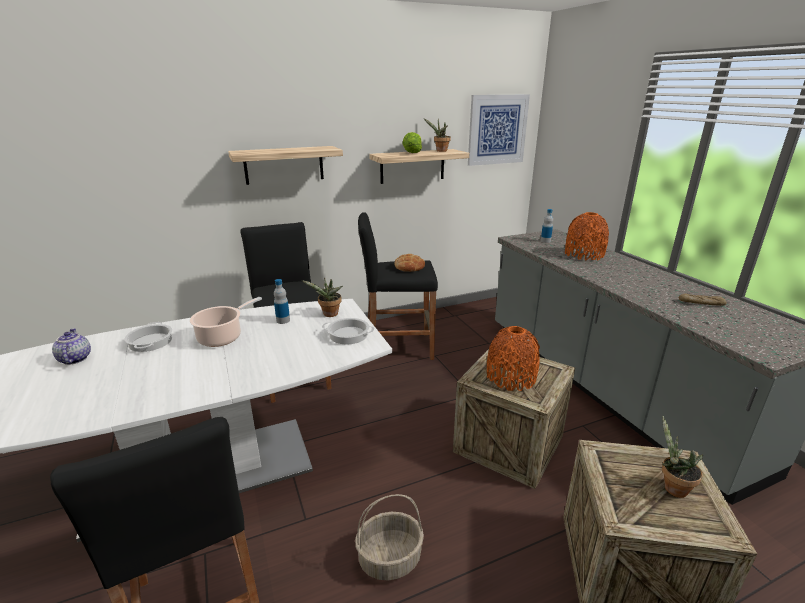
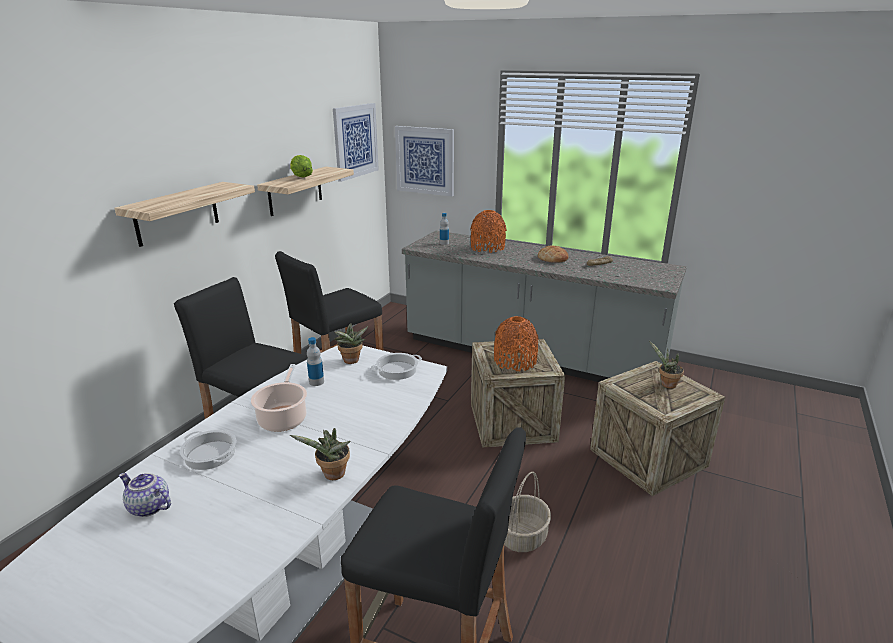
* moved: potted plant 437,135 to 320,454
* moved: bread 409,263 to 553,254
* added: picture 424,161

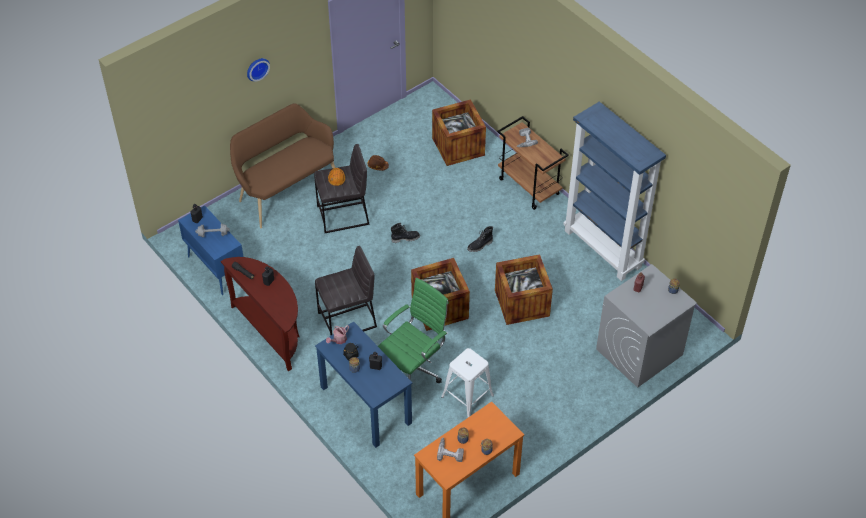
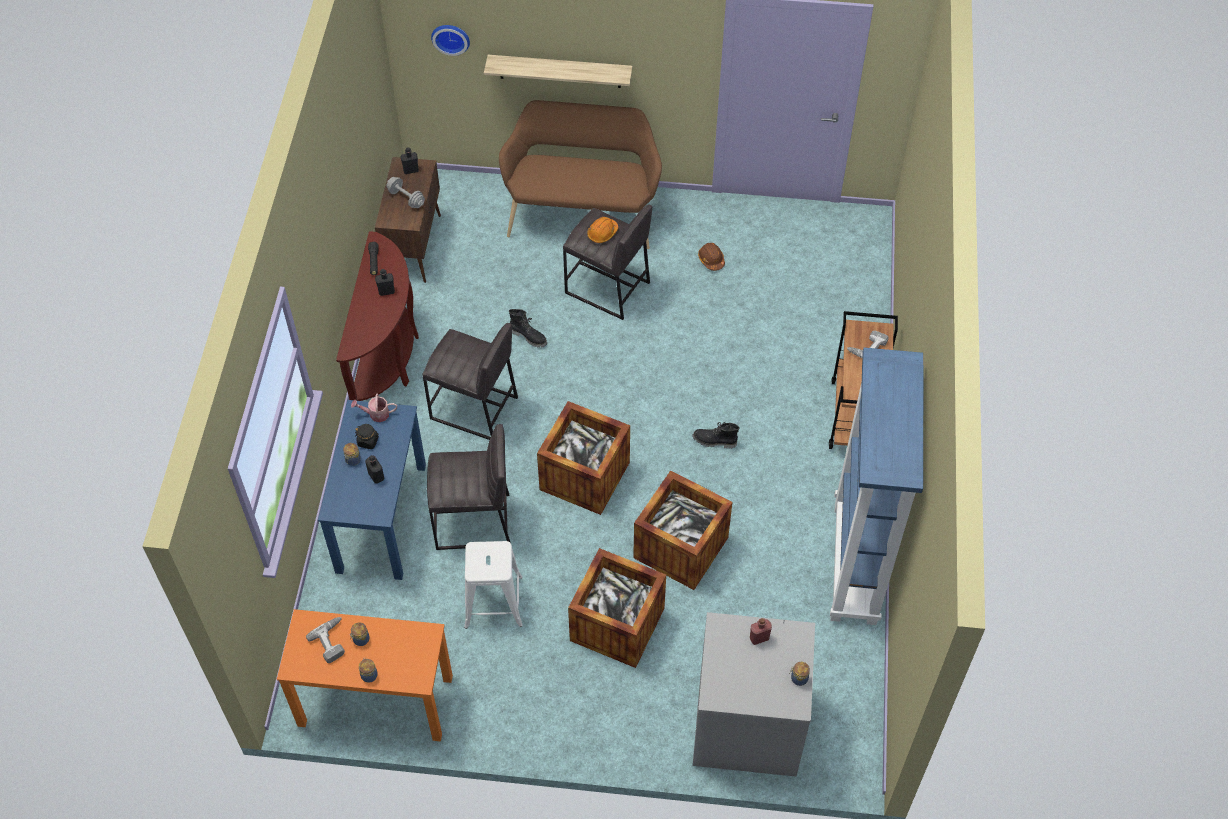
* moved: wall clock 258,69 to 450,40
* moved: crate 459,132 to 617,608
* recoloured: blue cabinet 210,250 to brown cabinet 408,220
* moved: black boot 405,233 to 528,328
* replaced: green office chair 413,330 to grey stool 469,487
* added: shelf 558,71

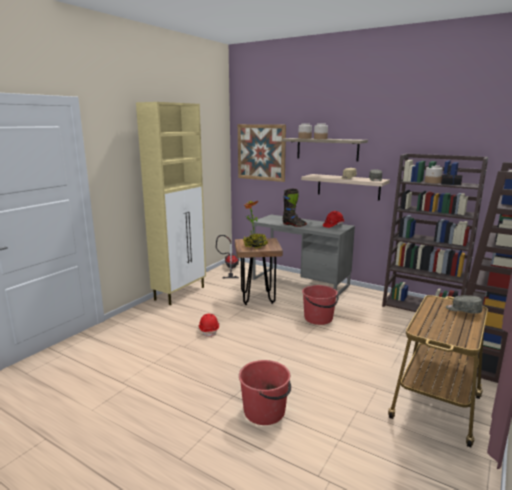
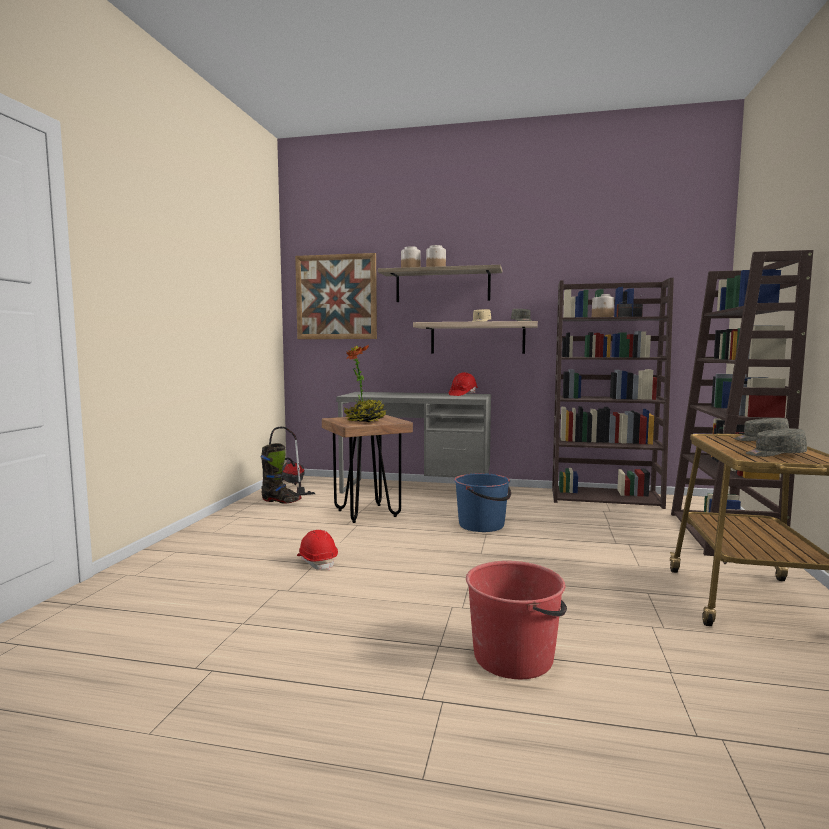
* removed: beige cabinet 171,203
* moved: black boot 295,208 to 281,473
* recoloured: red bucket 320,305 to blue bucket 482,502
* added: grey cap 776,442

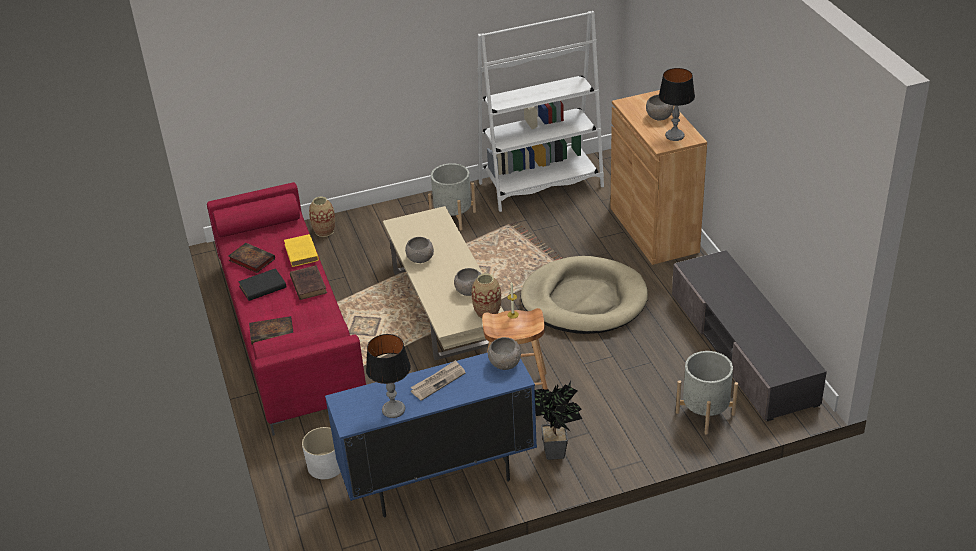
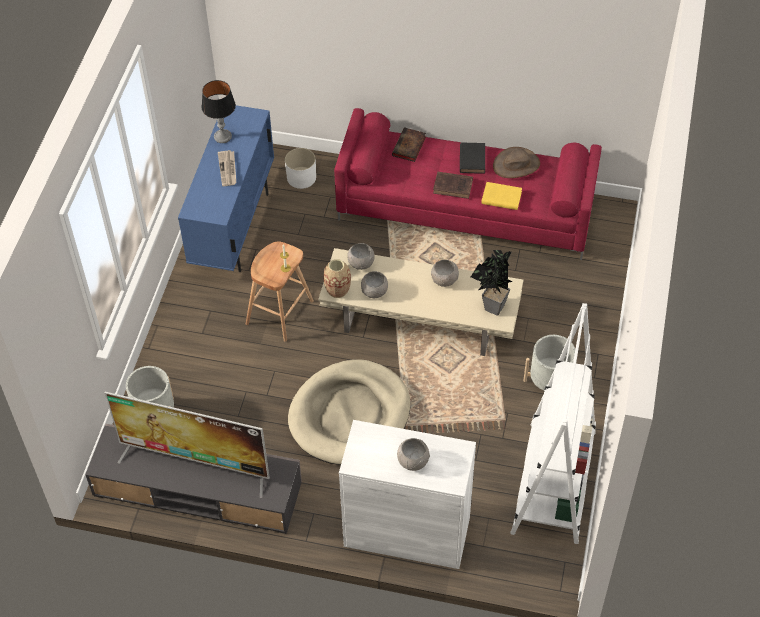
* removed: table lamp 677,104
* recoloured: brown cabinet 659,177 to white cabinet 407,494
* removed: vase 322,217
* replaced: book 251,258 to brown hat 516,162
* moved: grey bowl 504,353 to 361,256
* moved: potted plant 558,420 to 491,283
* added: television 187,445

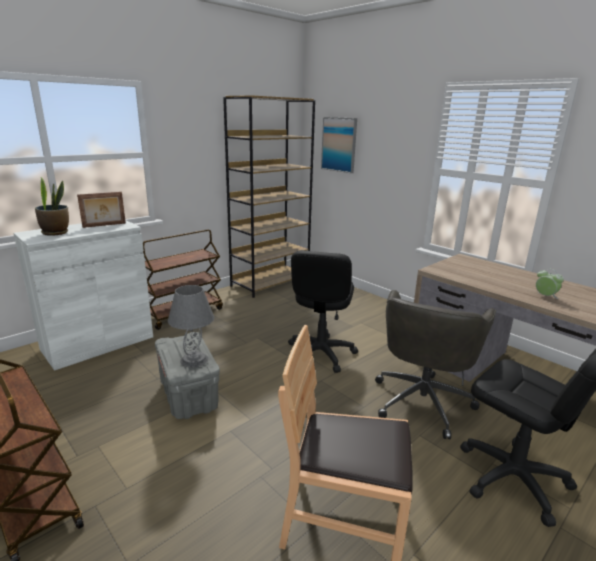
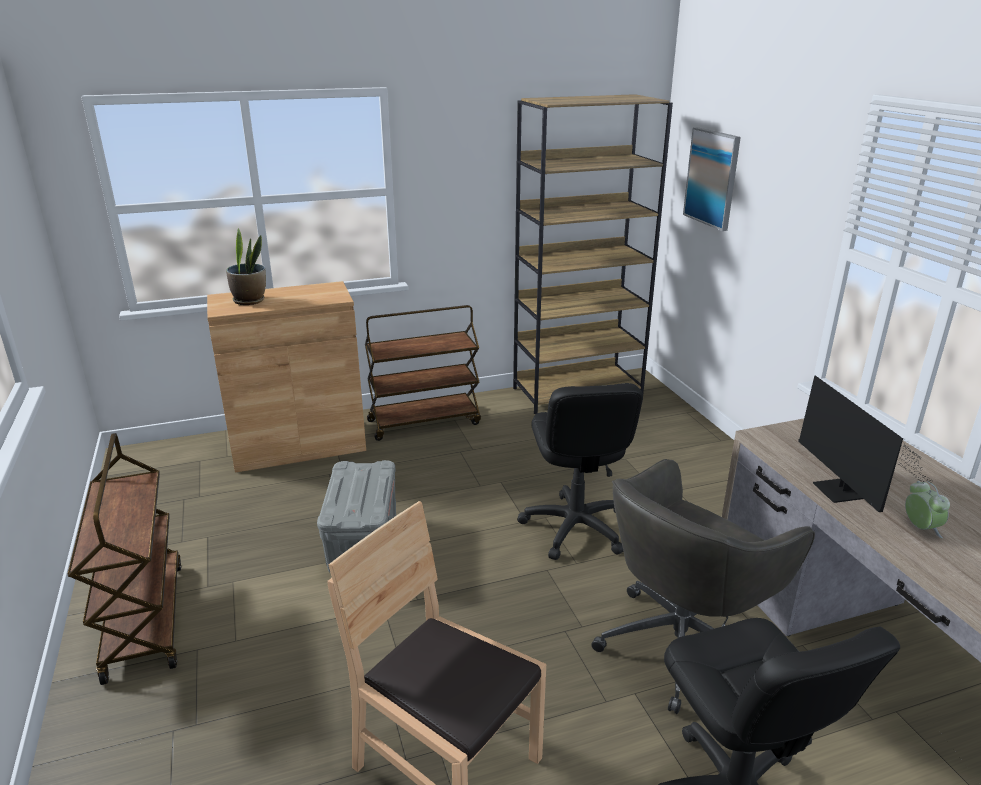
* removed: picture frame 101,210
* recoloured: white cabinet 83,295 to brown cabinet 286,377
* turned: black office chair 323,311 = 580,471 45 degrees counterclockwise
* removed: grey table lamp 191,326
* added: monitor 864,443

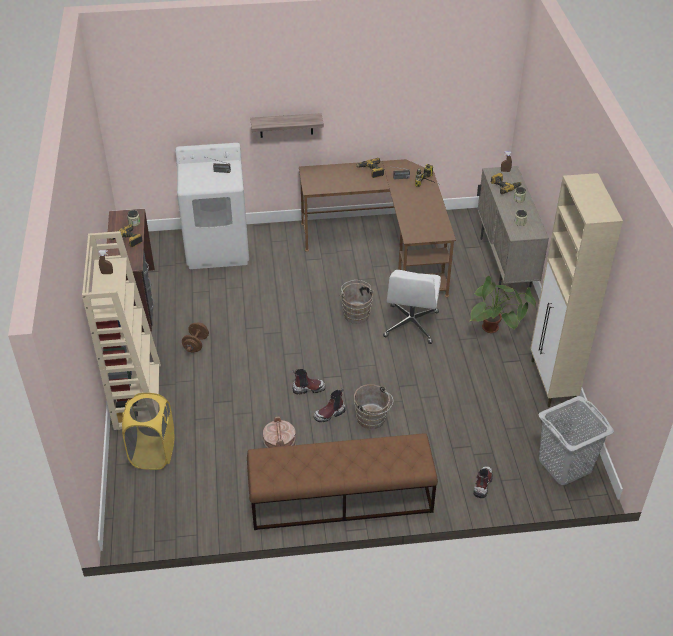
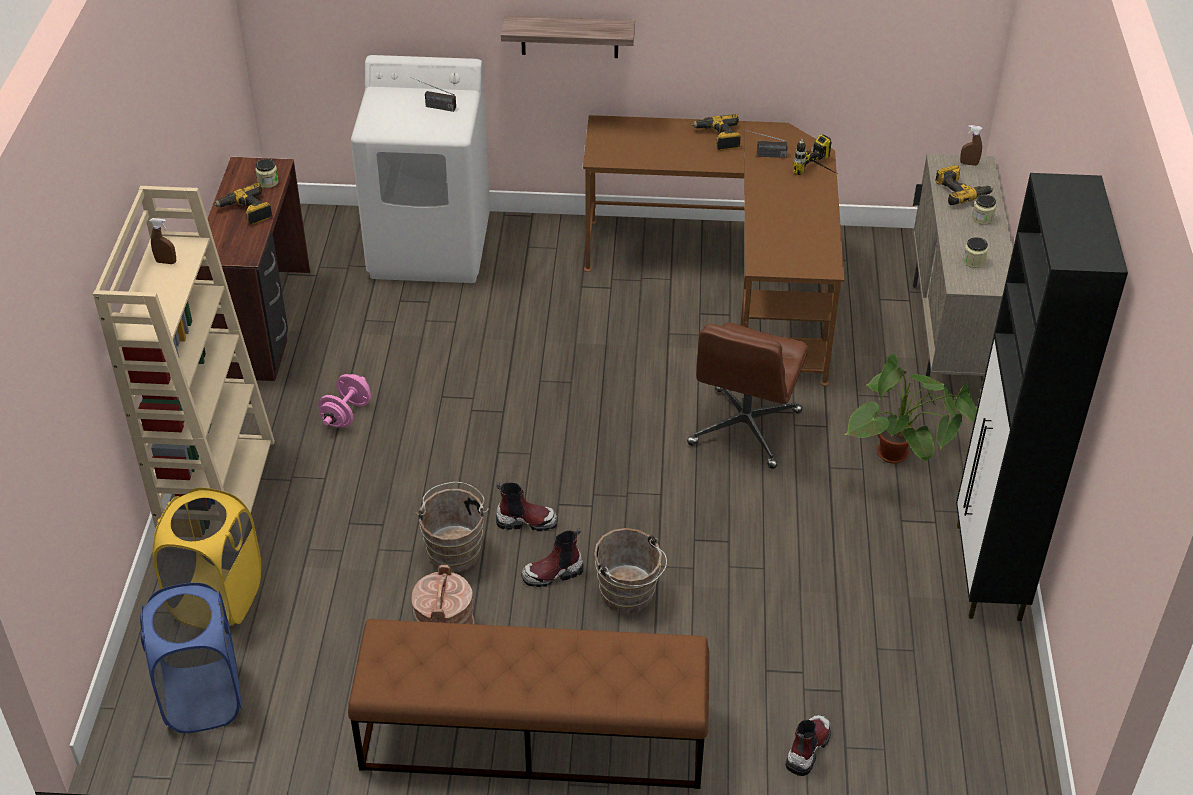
* recoloured: beige cabinet 576,290 to black cabinet 1042,397
* recoloured: white office chair 412,307 to brown office chair 747,396
* moved: brown bucket 357,302 to 452,527
* recoloured: brown dumbbell 195,337 to pink dumbbell 344,400
* removed: grey laundry basket 576,440
* added: blue laundry basket 191,658

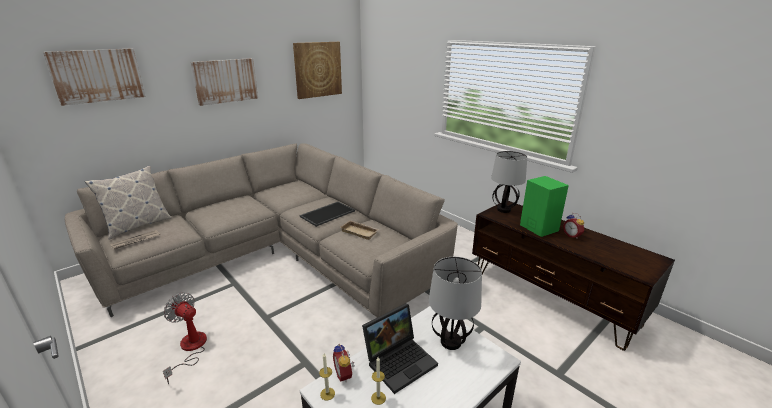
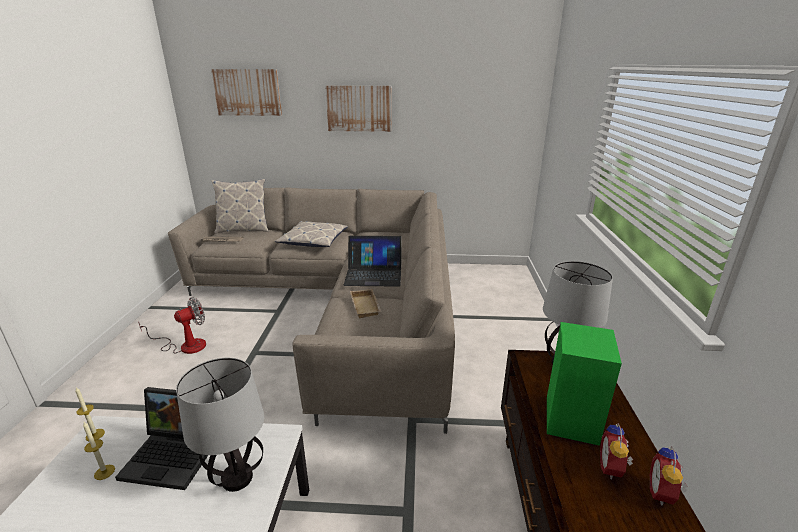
* removed: picture 317,70
* replaced: tray 327,214 to laptop 372,261
* turned: fan 185,338 = 172,325 60 degrees clockwise
* moved: alarm clock 344,363 to 669,476
* added: pillow 311,234

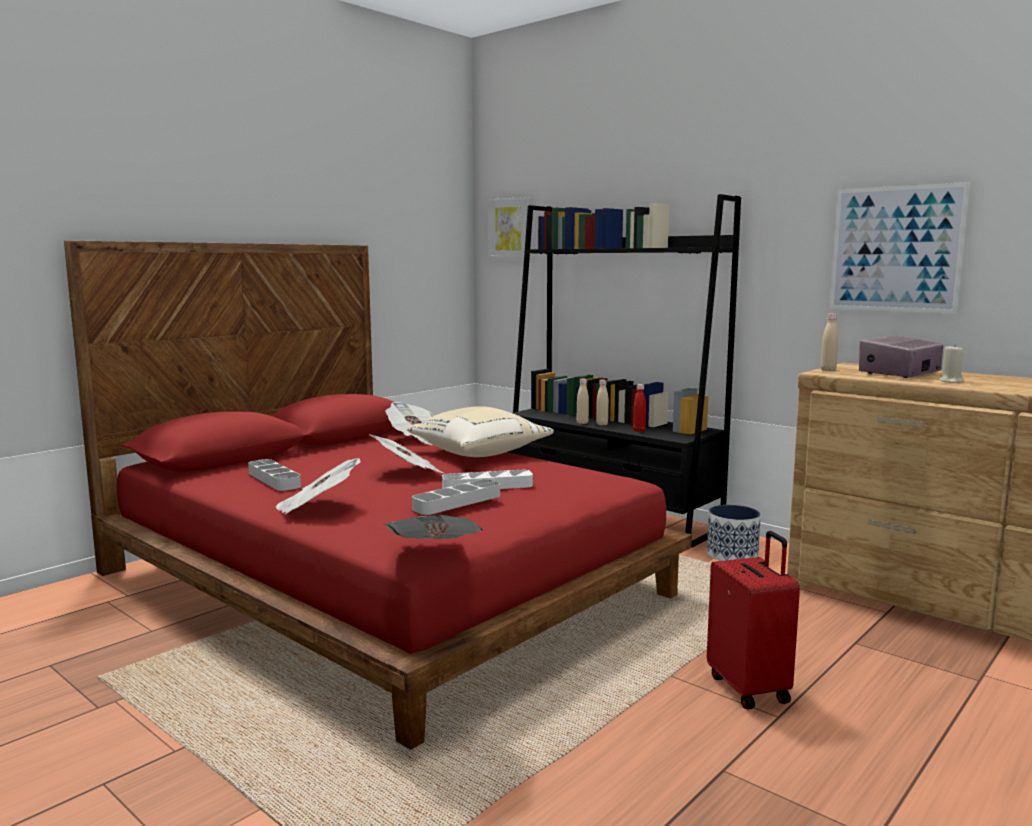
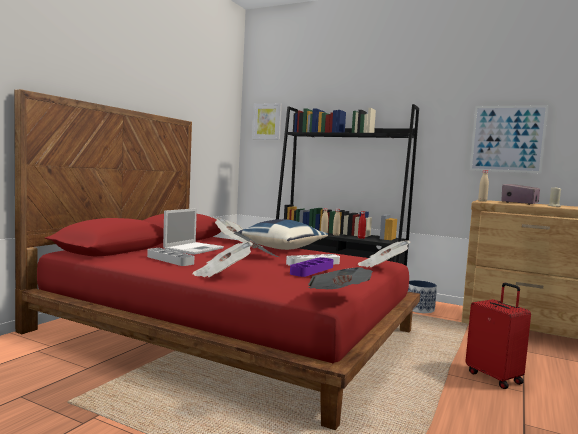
* recoloured: beige pillow 480,431 to blue pillow 283,234
* recoloured: grey tray 456,497 to purple tray 311,267
* added: laptop 193,231
* added: newspaper 384,253

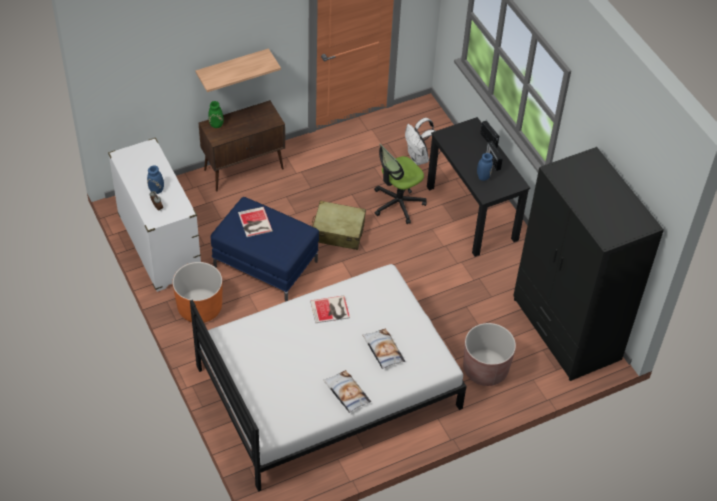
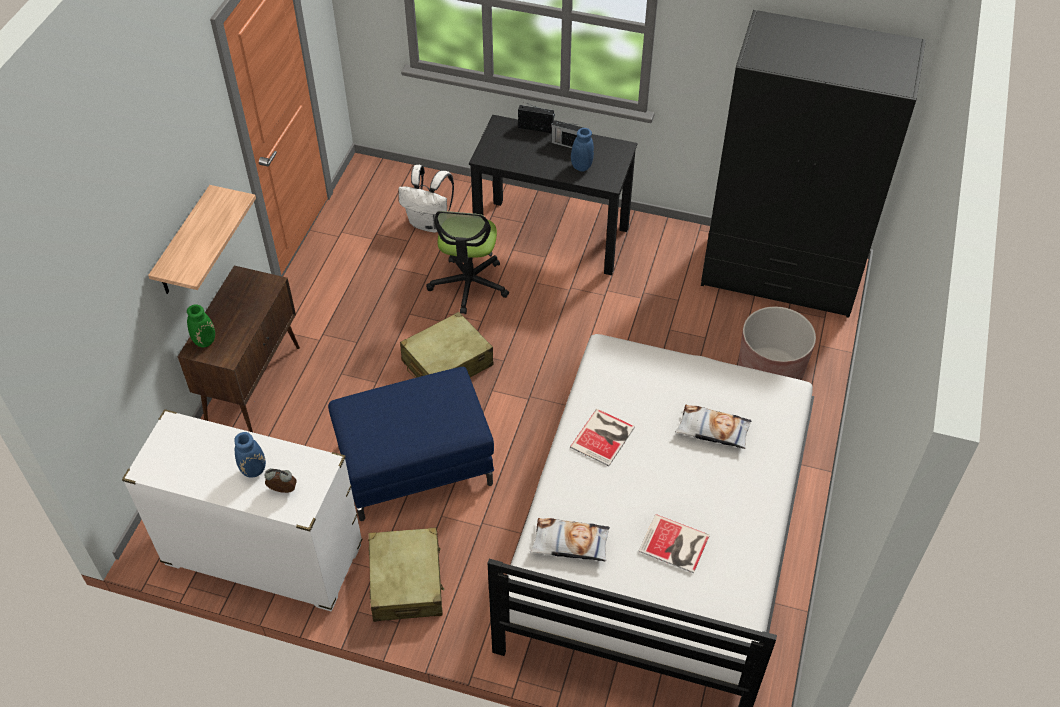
* moved: book 255,222 to 674,543
* replaced: orange planter 197,292 to beige suitcase 406,575
* moved: pillow 347,391 to 570,539

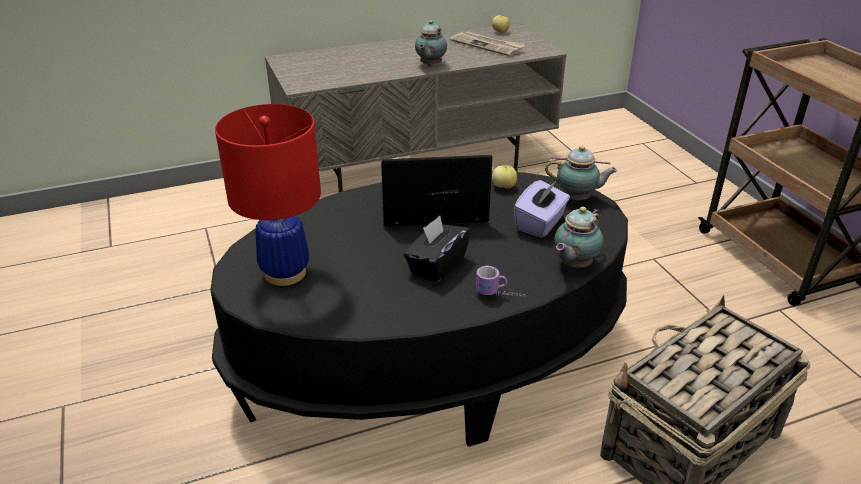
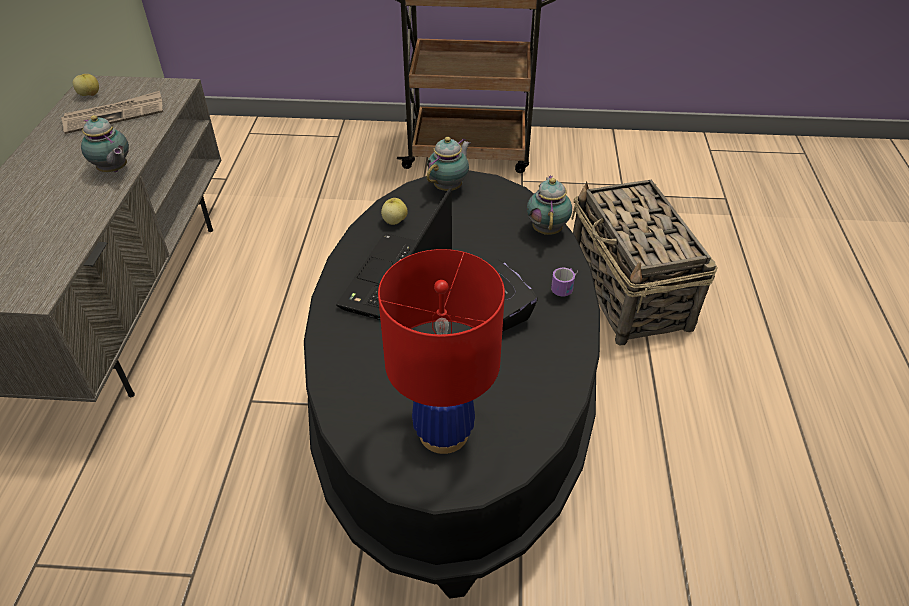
* removed: purple tissue box 542,209
* turned: teapot 579,237 = 549,205 150 degrees counterclockwise

